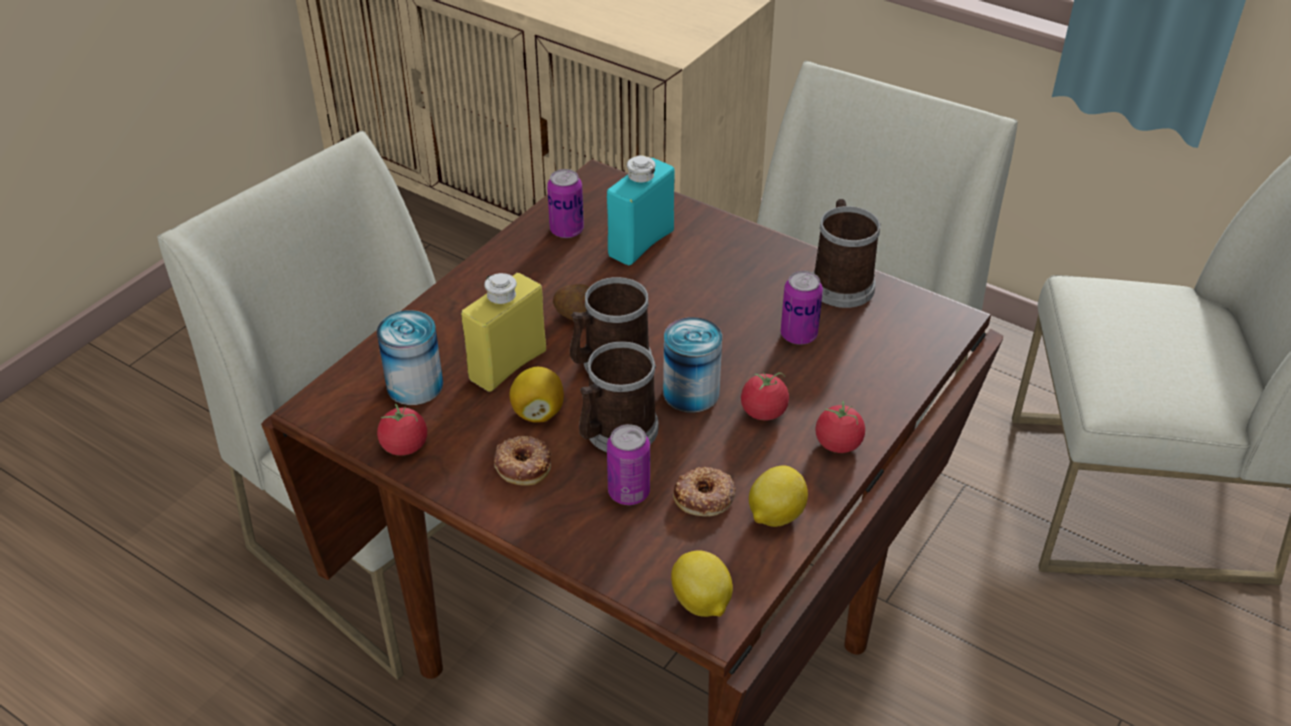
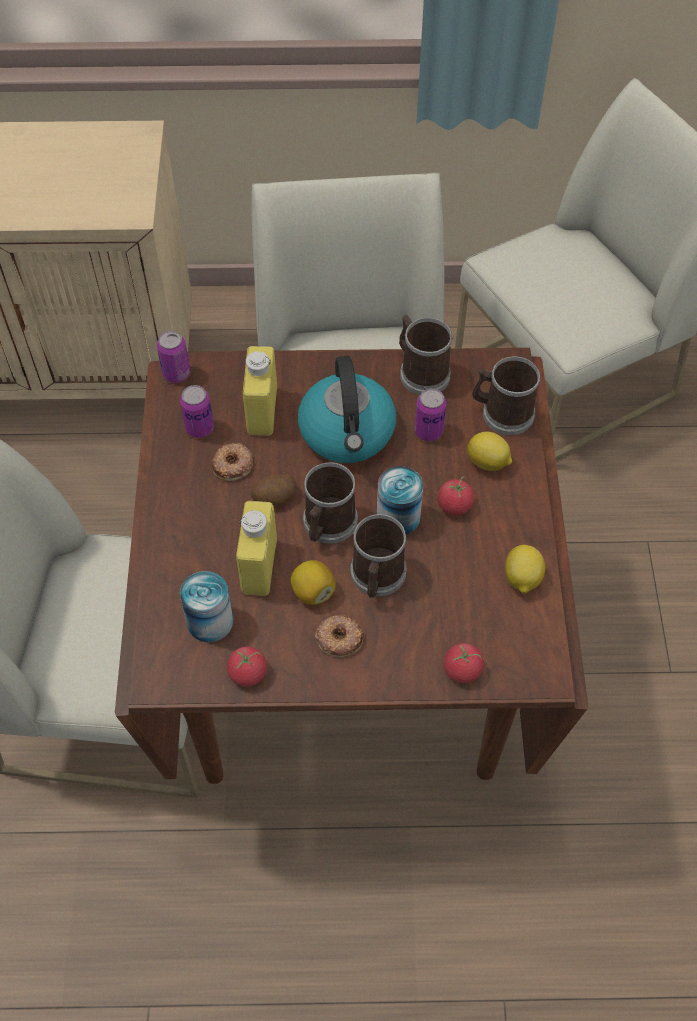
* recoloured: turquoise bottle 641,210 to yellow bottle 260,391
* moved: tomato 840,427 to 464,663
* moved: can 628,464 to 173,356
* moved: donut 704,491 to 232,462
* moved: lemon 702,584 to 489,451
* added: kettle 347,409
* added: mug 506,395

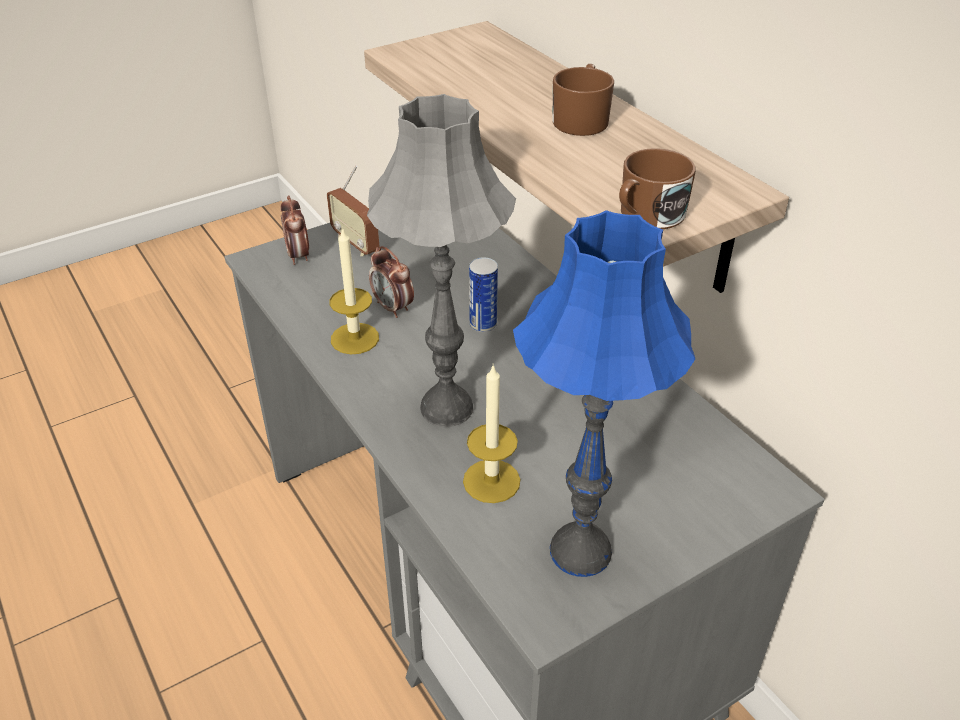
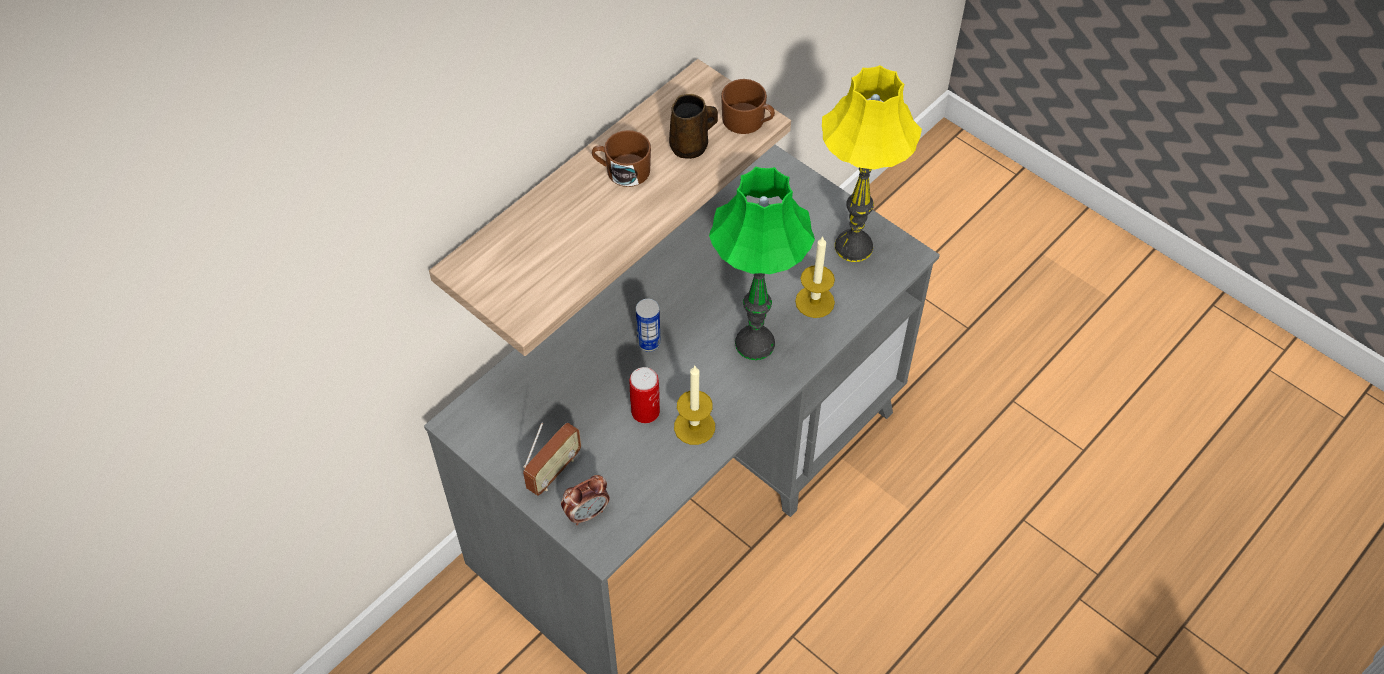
* recoloured: grey table lamp 441,260 to green table lamp 762,263
* recoloured: blue table lamp 604,393 to yellow table lamp 872,163
* replaced: alarm clock 391,282 to can 645,395
* added: brown mug 693,126

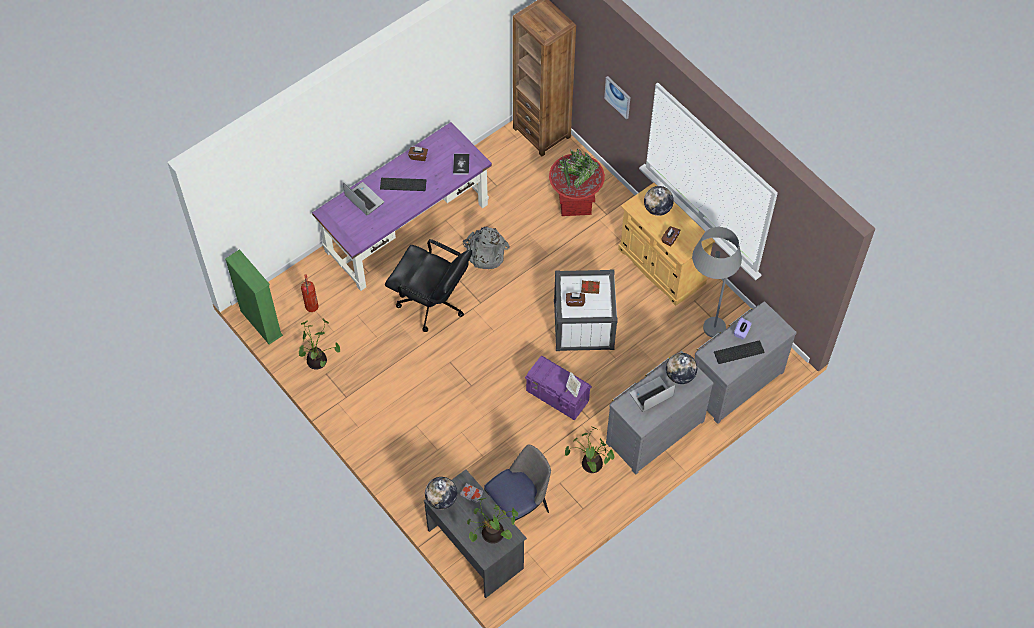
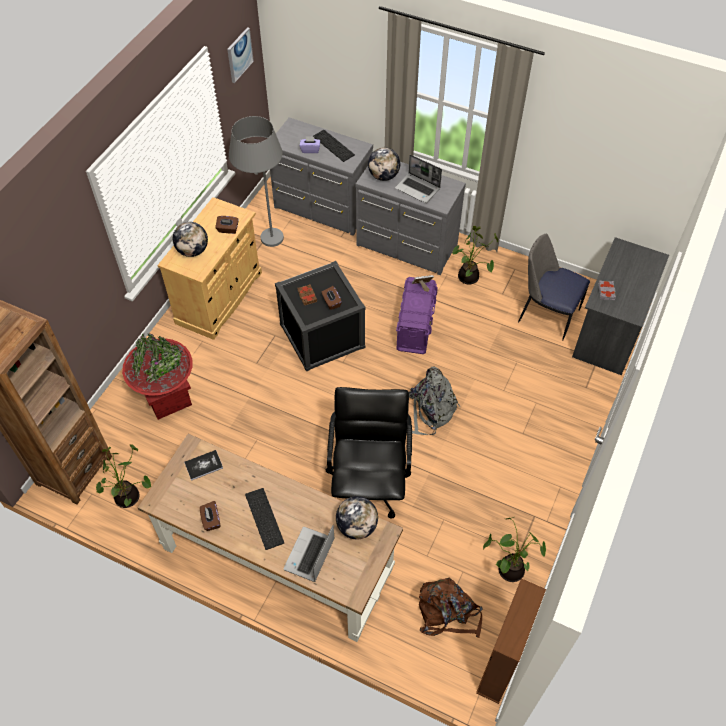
* moved: picture 617,97 to 240,55
* recoloured: purple desk 402,206 to brown desk 270,538
* moved: grey backpack 486,247 to 434,400
* recoloured: green bookcase 254,297 to brown bookcase 511,641
* recoloured: white storage box 586,310 to black storage box 320,316
* replaced: fire extinguisher 309,293 to brown backpack 450,607
* moved: globe 441,493 to 357,517
* moved: potted plant 492,521 to 123,476

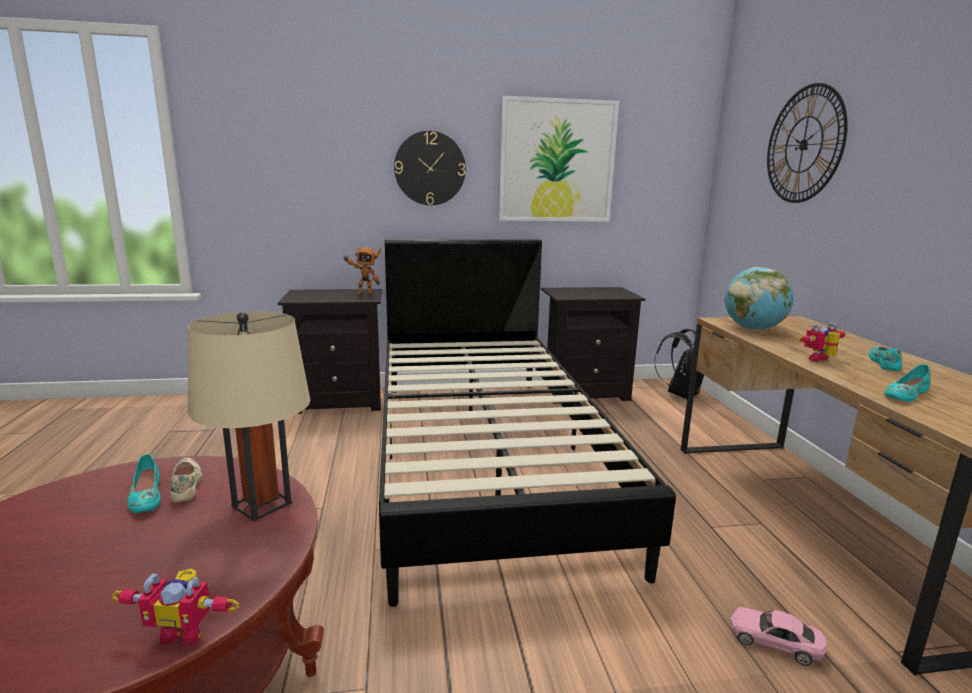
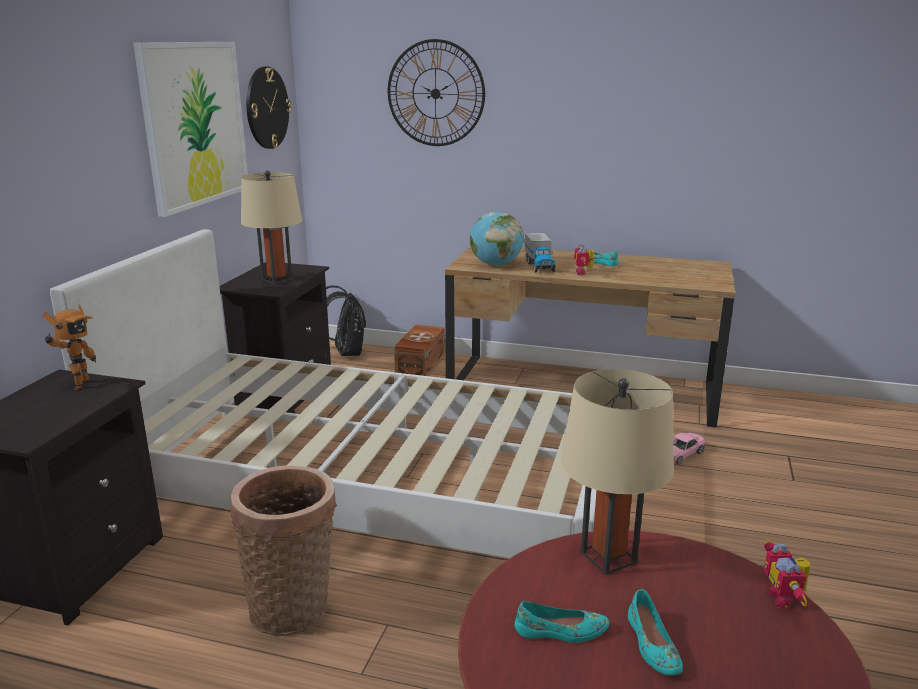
* moved: wall clock 430,168 to 268,108
* recoloured: black bed 527,423 to white bed 323,393
* moved: turquoise shoe 907,383 to 655,632
* removed: beige shoe 186,480
* turned: toy robot 175,608 = 787,574 150 degrees clockwise
* added: beige table lamp 271,227
* added: toy truck 540,252
* added: brown storage box 419,350
* added: basket 283,550

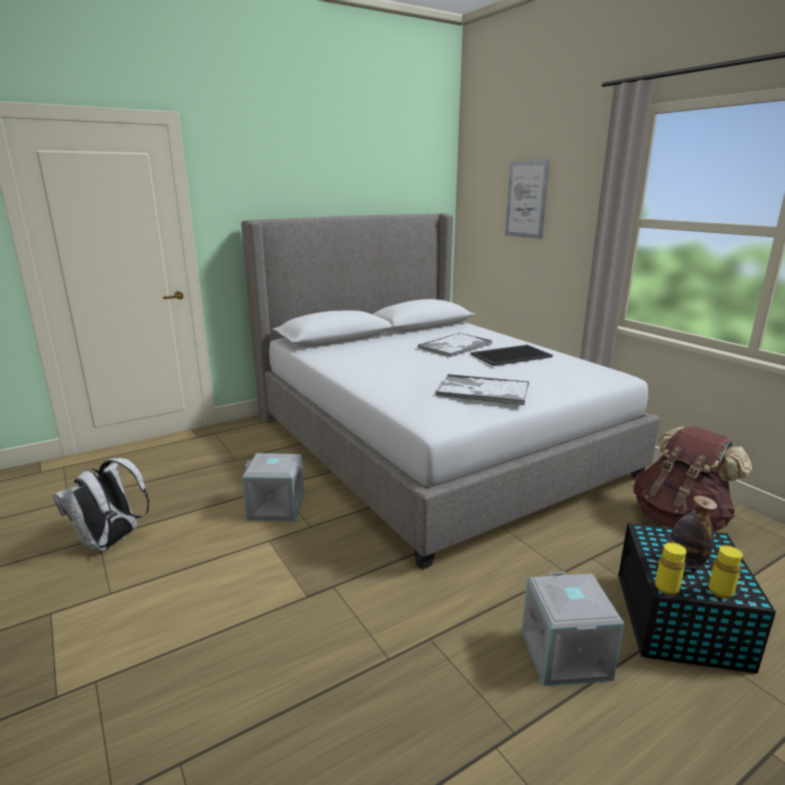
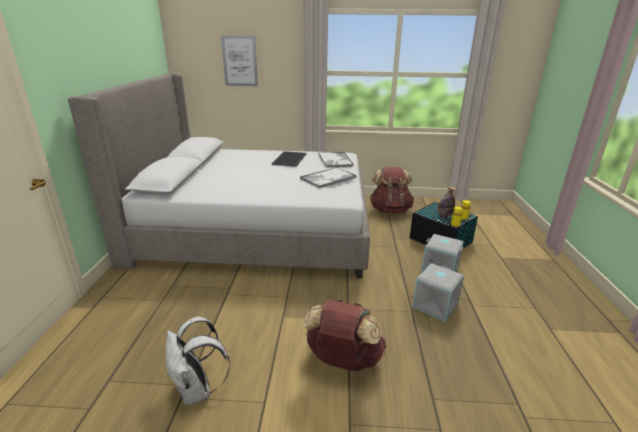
* moved: tray 454,345 to 336,160
* moved: grey storage box 273,487 to 438,292
* added: brown backpack 344,335

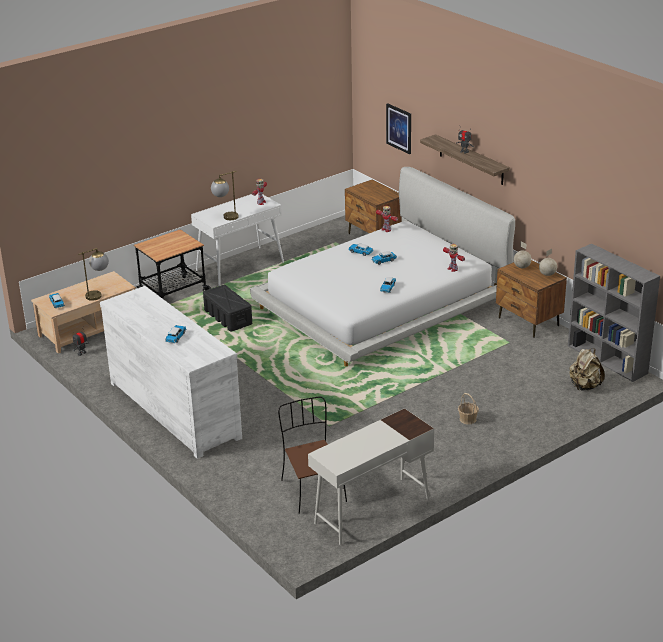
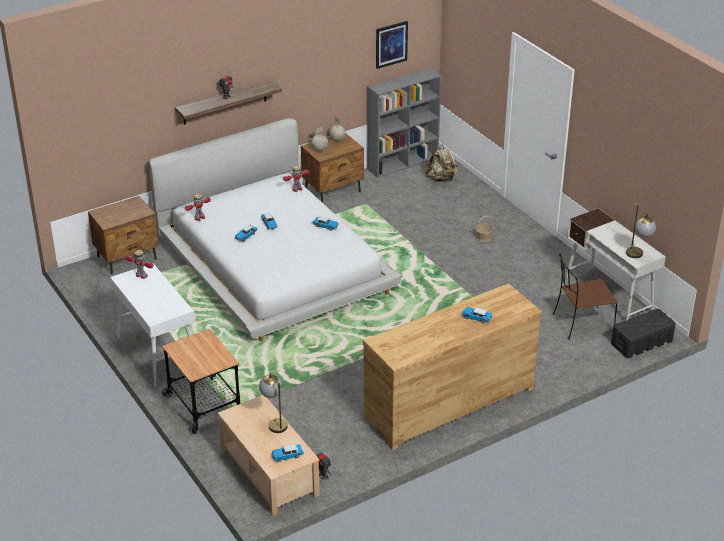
* moved: picture 398,128 to 392,45
* moved: table lamp 225,195 to 641,230
* moved: black storage box 227,308 to 643,333
* recoloured: white dresser 171,372 to brown dresser 452,366

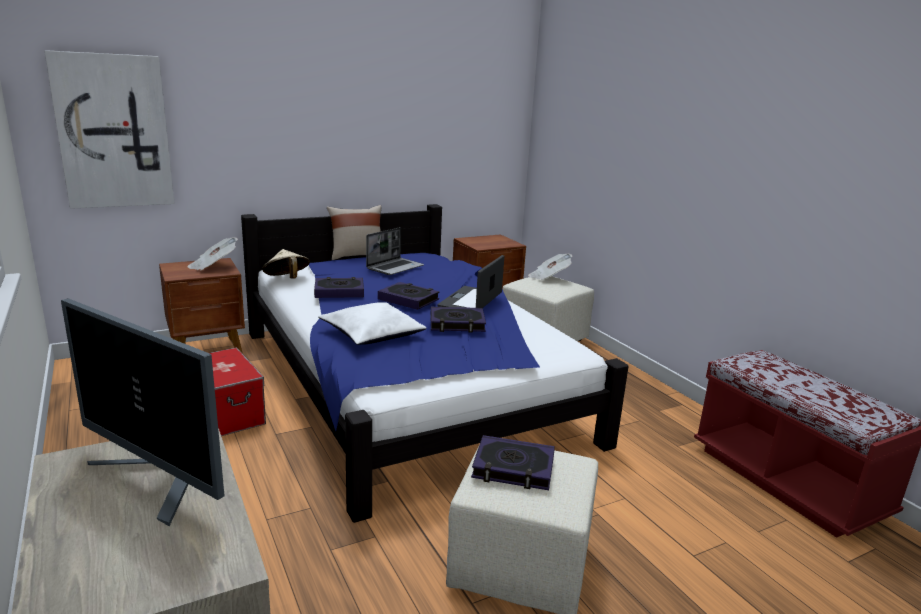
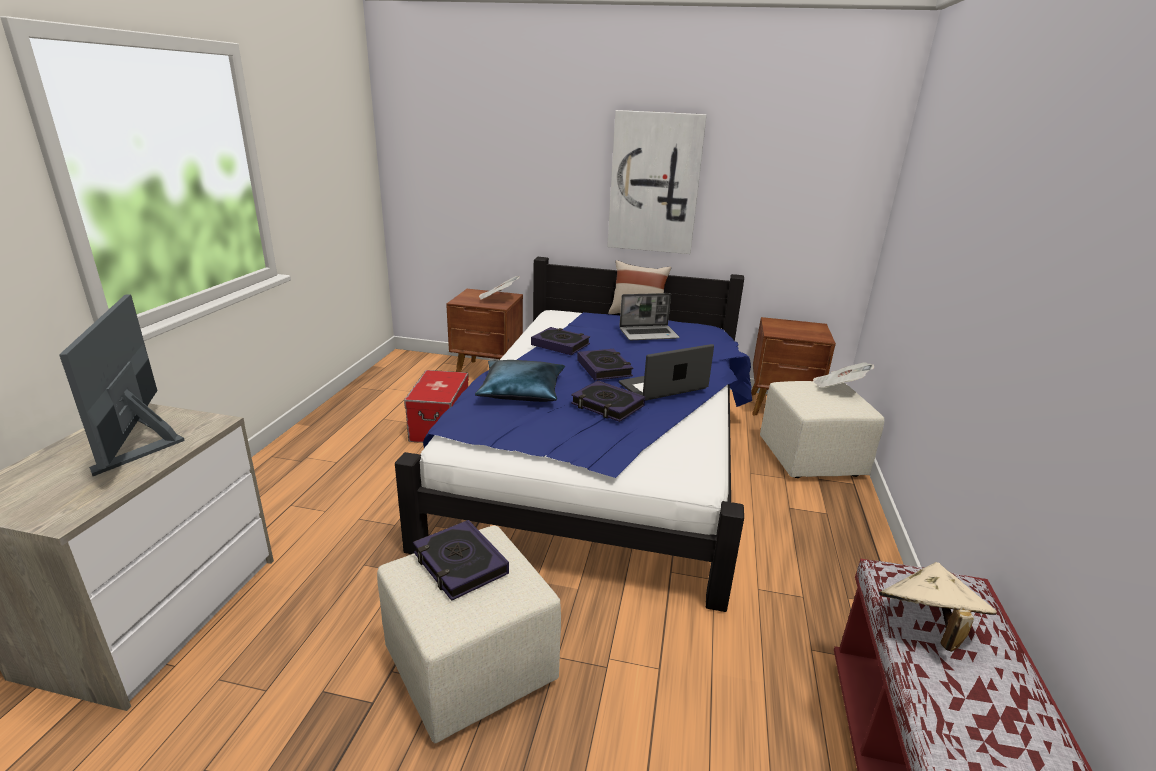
* moved: picture 109,129 to 657,182
* moved: beige hat 286,264 to 938,607
* recoloured: white pillow 372,323 to blue pillow 520,381

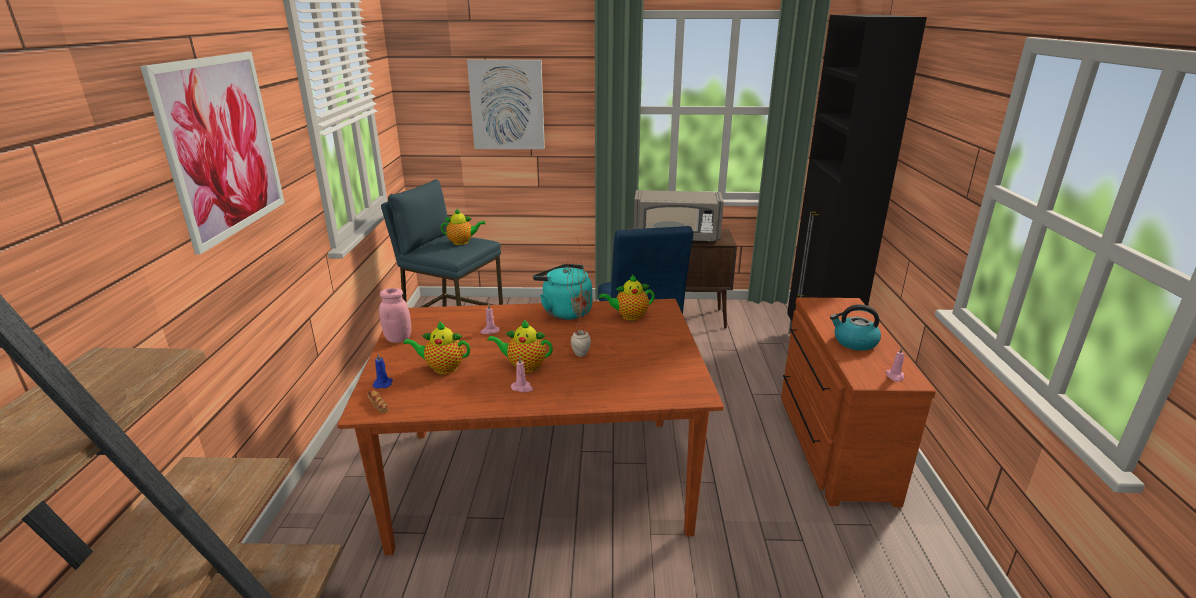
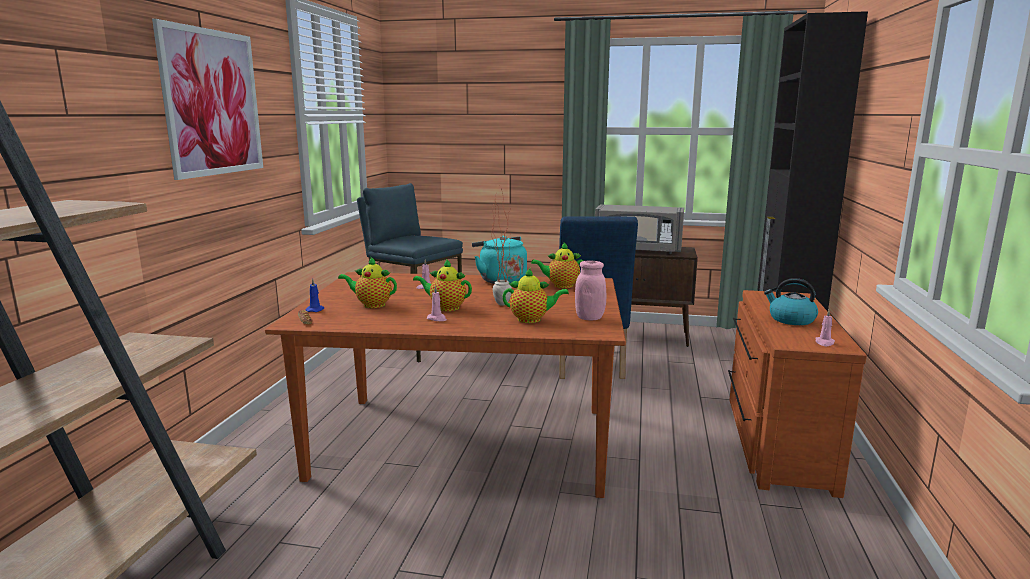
* removed: picture 506,104
* moved: teapot 463,226 to 535,295
* moved: pink jar 395,315 to 590,290

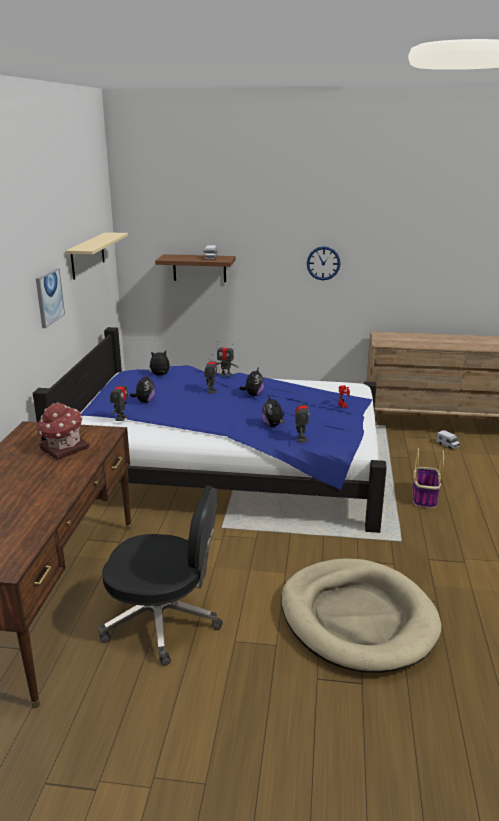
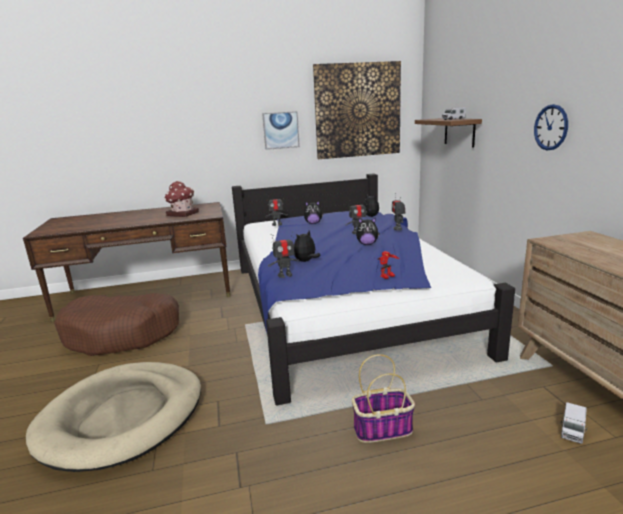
* replaced: beige shelf 97,256 to picture 357,110
* replaced: black office chair 161,575 to brown dog bed 116,324

